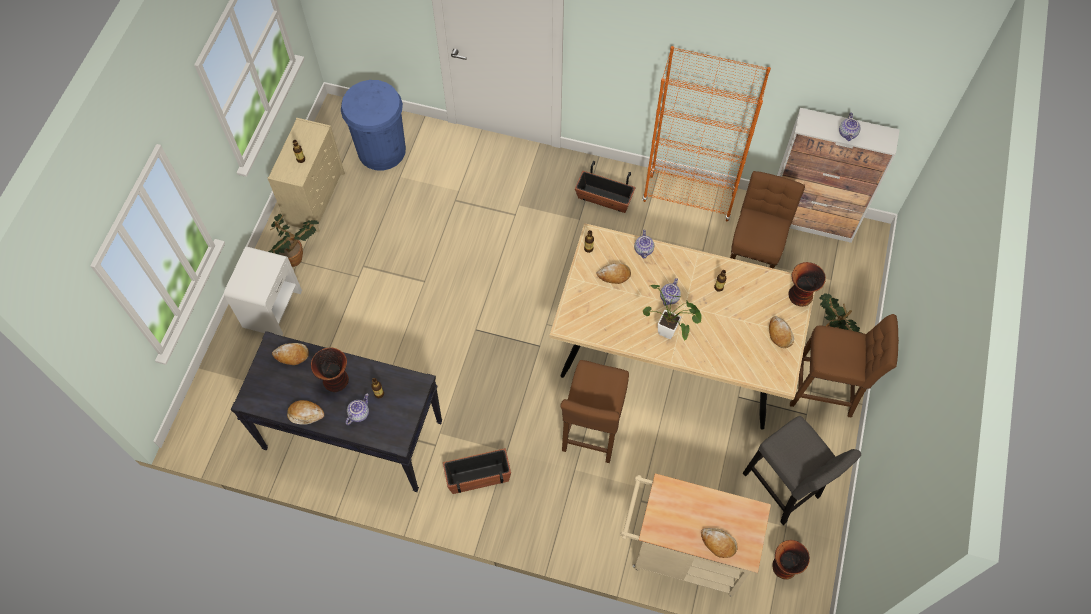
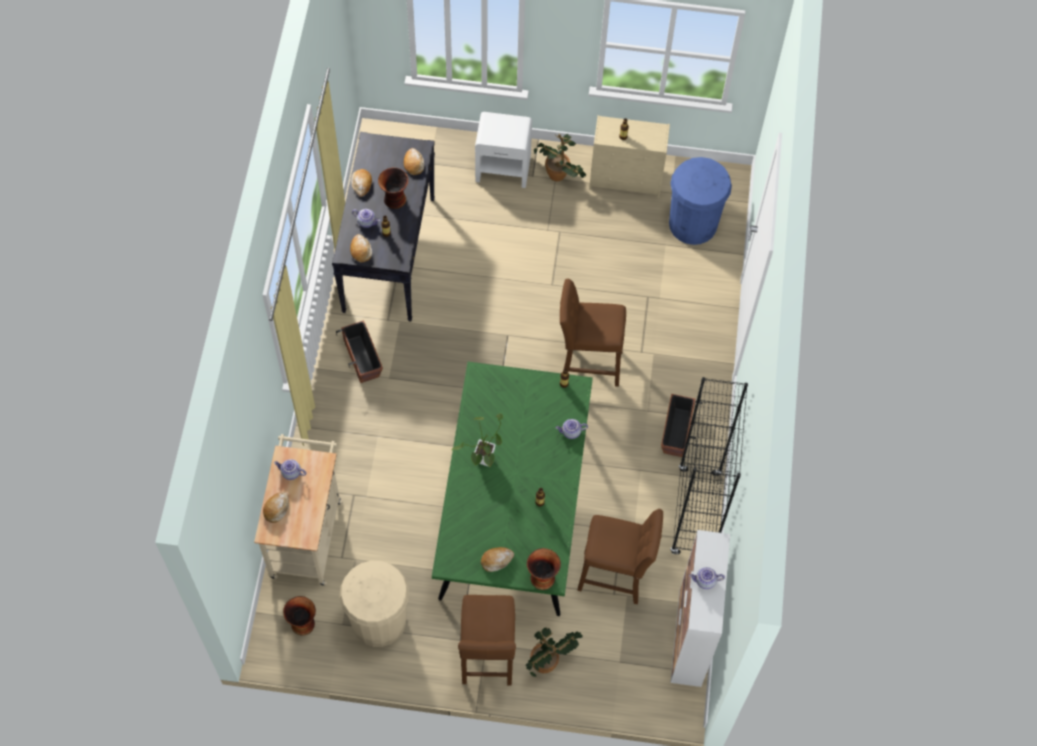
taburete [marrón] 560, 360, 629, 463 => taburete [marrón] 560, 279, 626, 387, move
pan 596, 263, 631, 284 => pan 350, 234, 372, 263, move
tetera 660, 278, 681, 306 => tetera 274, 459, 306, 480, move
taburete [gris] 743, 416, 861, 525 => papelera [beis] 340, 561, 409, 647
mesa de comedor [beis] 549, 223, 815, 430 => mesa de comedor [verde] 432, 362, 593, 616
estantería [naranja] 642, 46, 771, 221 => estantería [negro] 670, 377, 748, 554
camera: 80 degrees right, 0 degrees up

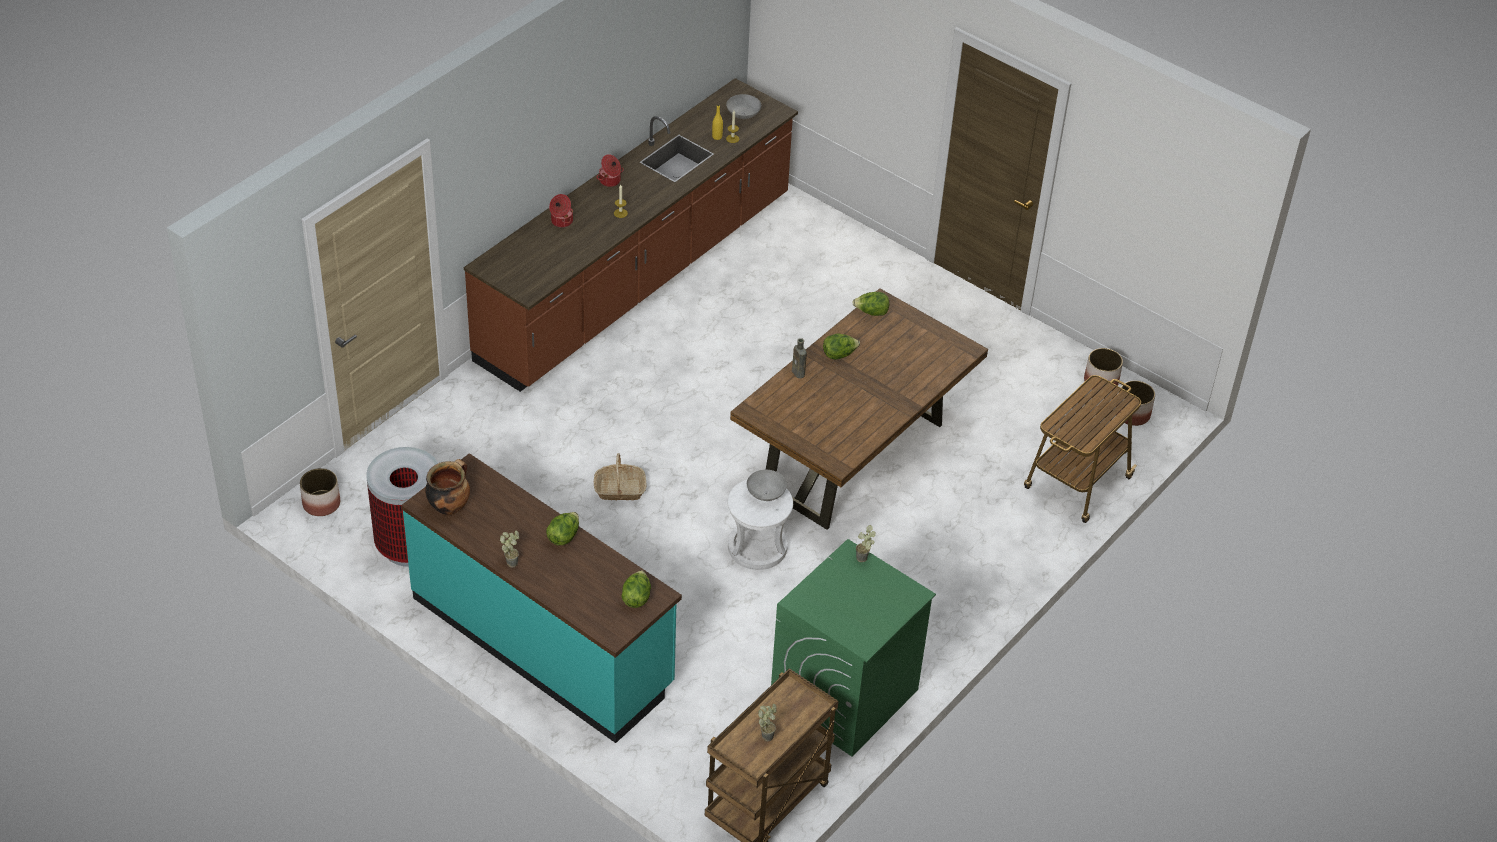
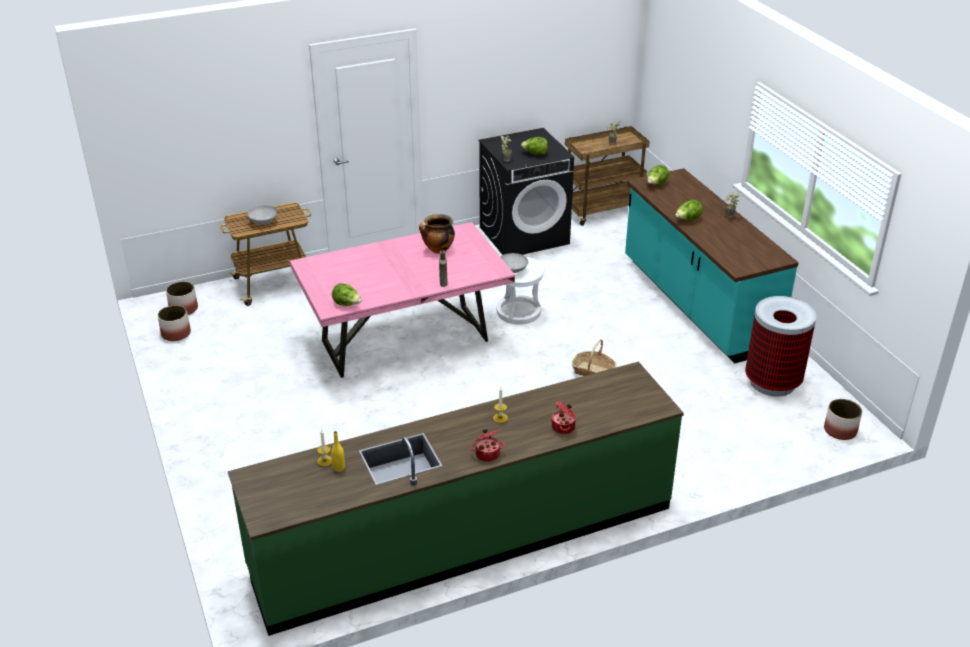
olla 425, 459, 470, 515 => olla 419, 214, 455, 254, move
cuenco [gris] 726, 94, 761, 119 => cuenco [gris] 248, 206, 278, 225, move
lechuga 823, 333, 860, 360 => lechuga 521, 137, 548, 155, move
mueble bajo de cocina [marrón] 464, 78, 798, 392 => mueble bajo de cocina [verde] 228, 361, 684, 636
mesa de comedor [marrón] 730, 288, 988, 530 => mesa de comedor [rosa] 290, 222, 515, 378
lavadora [verde] 771, 539, 936, 756 => lavadora [negro] 479, 128, 574, 255
camera: 150 degrees left, 10 degrees down

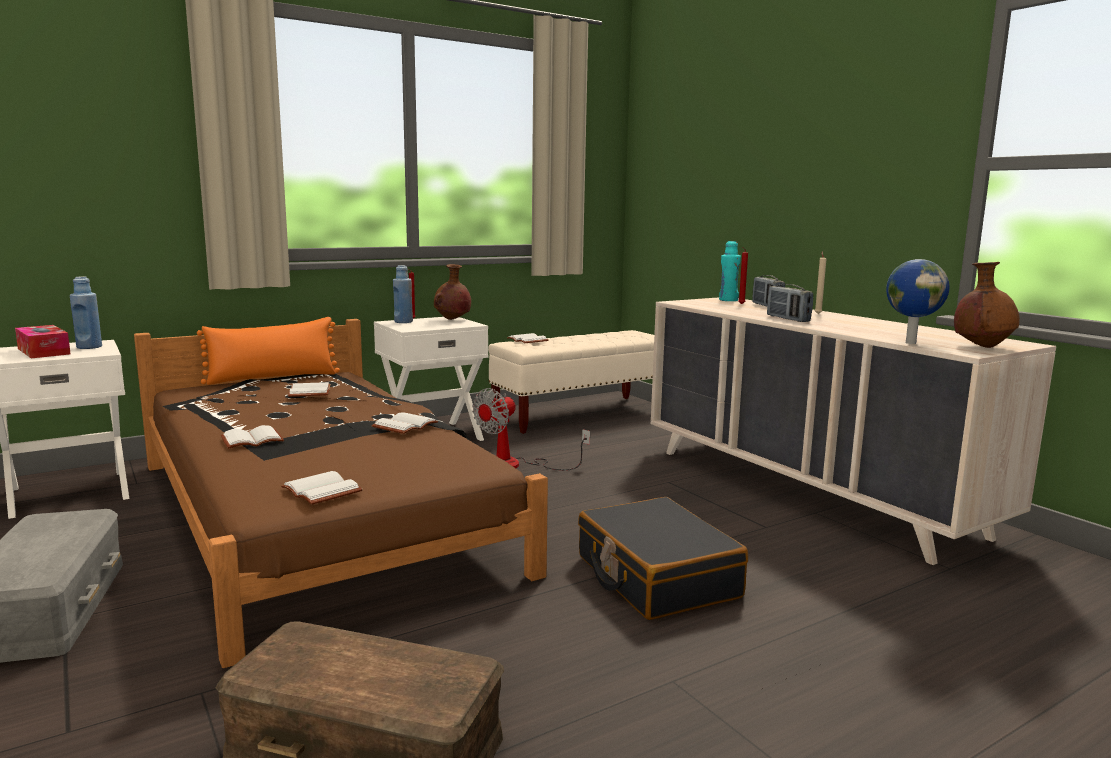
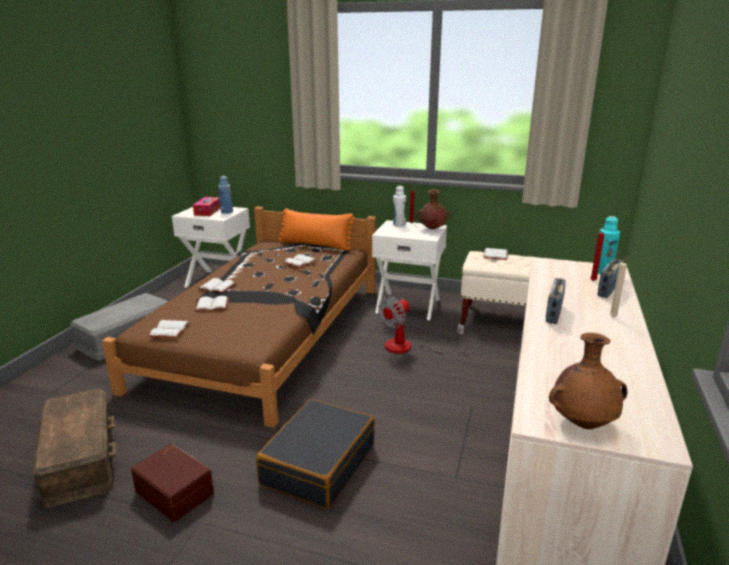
globo terráqueo 886, 259, 949, 344 => nothing
nothing => caja de almacenaje [marrón] 131, 443, 214, 522
libro [blanco] 372, 413, 438, 434 => libro [blanco] 195, 296, 229, 311, move
botella [azul] 393, 265, 413, 323 => botella [blanco] 393, 186, 406, 227
ventilador 472, 388, 590, 470 => ventilador 378, 296, 464, 353, 45 degrees counterclockwise
camera: 50 degrees right, 10 degrees up

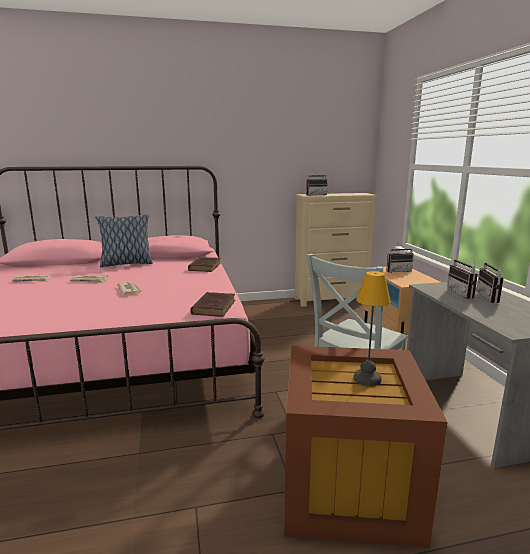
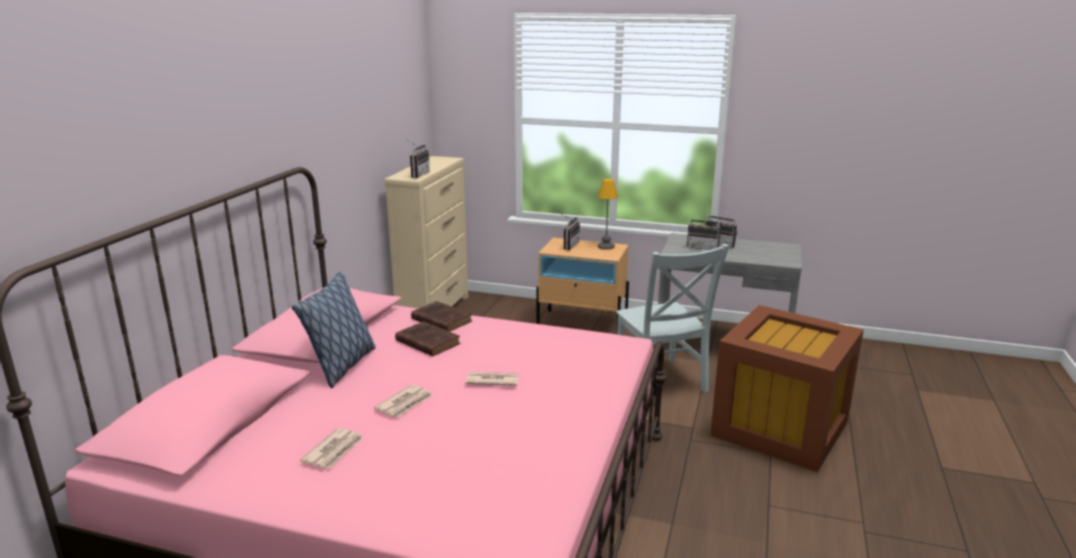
libro [marrón] 190, 292, 235, 317 => libro [marrón] 395, 321, 460, 356, move
lámpara de mesa 354, 271, 391, 386 => lámpara de mesa 598, 179, 618, 250, move
camera: 60 degrees left, 5 degrees up

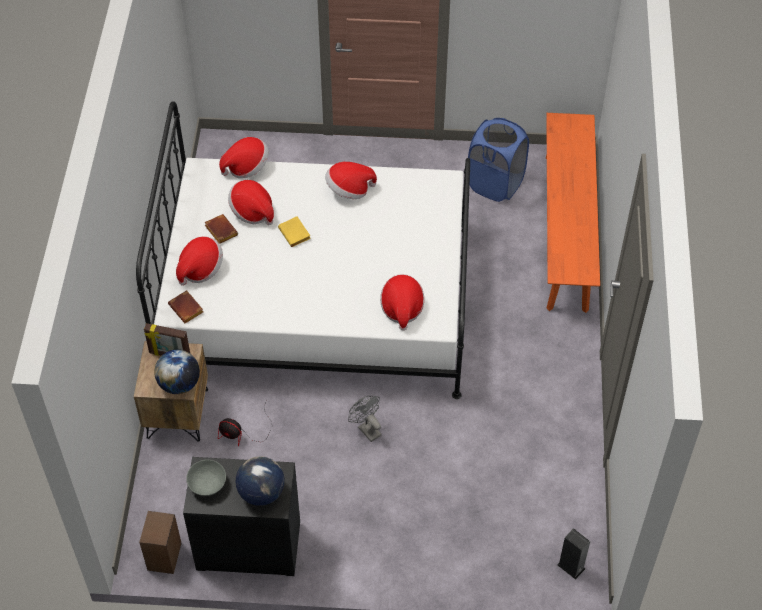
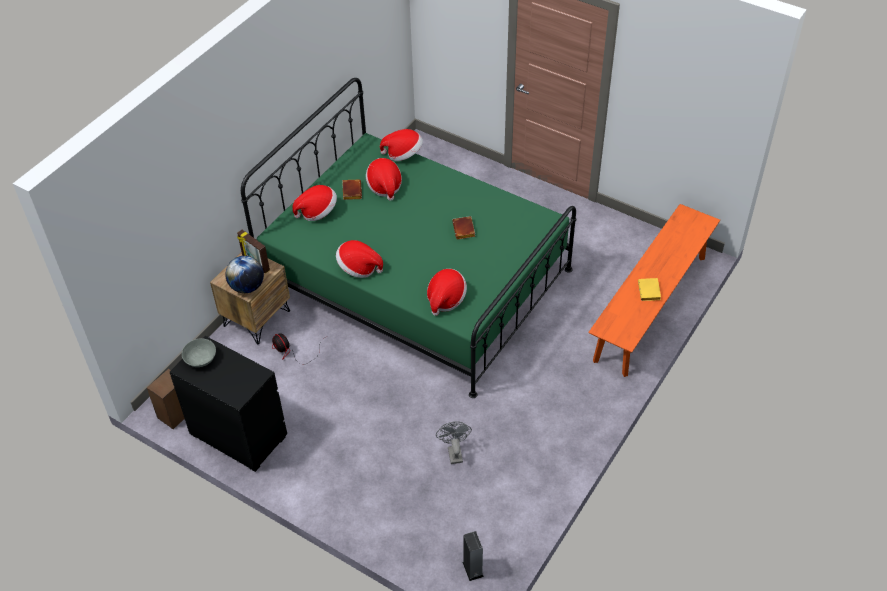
globo terráqueo 236, 456, 285, 506 => nothing
cesto de la ropa [azul] 468, 118, 529, 202 => nothing
libro [marrón] 168, 290, 203, 323 => libro [marrón] 452, 216, 475, 239, move
libro [amarillo] 278, 216, 311, 247 => libro [amarillo] 638, 278, 661, 301, move
sombrero 325, 162, 377, 199 => sombrero 336, 240, 383, 278, move
ventilador [gris] 348, 395, 382, 442 => ventilador [gris] 436, 421, 472, 464, move
cama [blanco] 136, 101, 470, 399 => cama [verde] 241, 78, 576, 398
camera: 30 degrees right, 5 degrees down

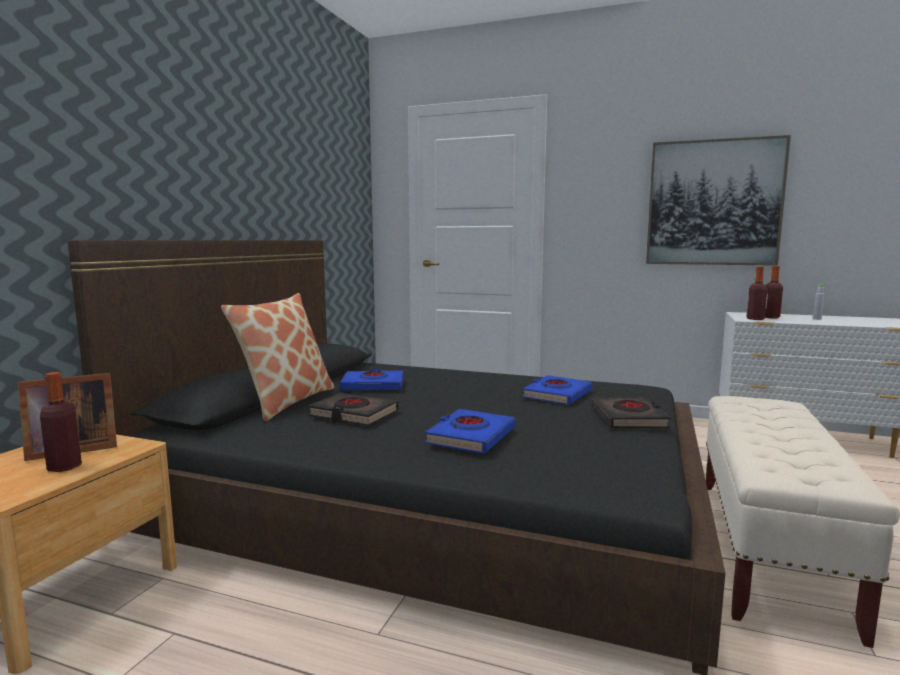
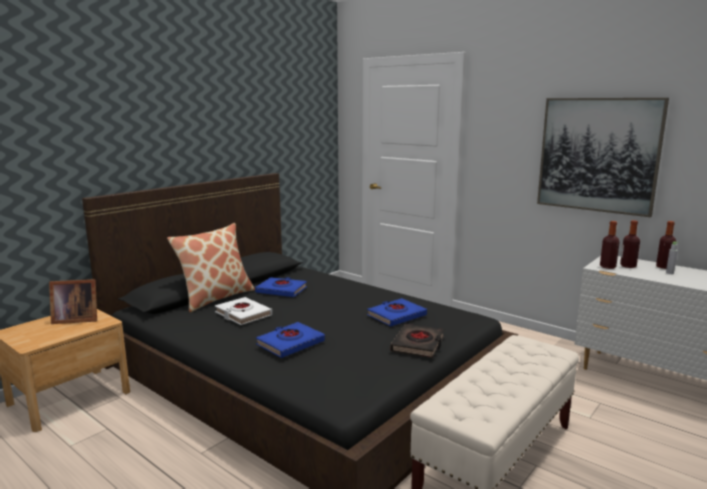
botella 40, 372, 82, 472 => botella 656, 221, 676, 269, move
libro [negro] 308, 393, 399, 426 => libro [blanco] 215, 297, 272, 325
camera: 20 degrees right, 5 degrees up

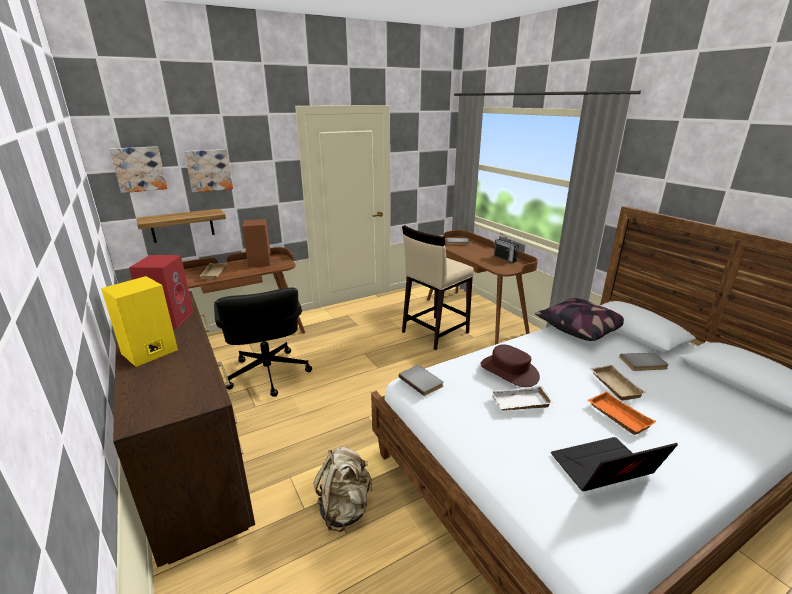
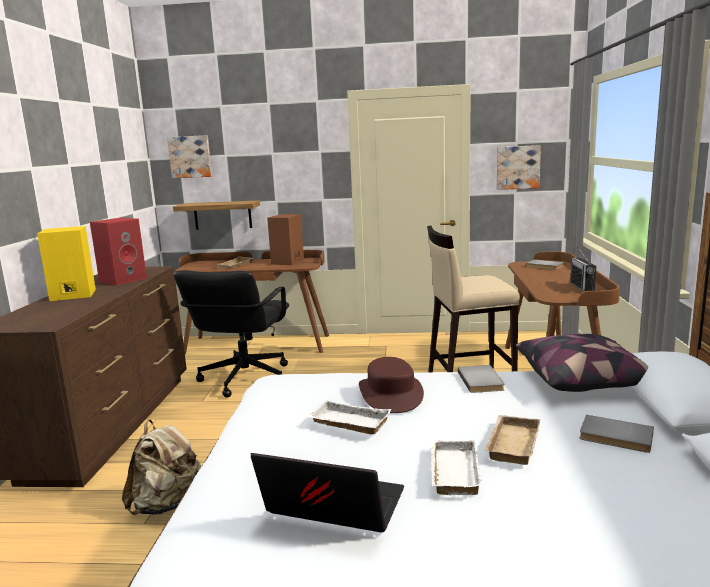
cuadro 184, 149, 233, 193 => cuadro 496, 145, 541, 190, move
libro [gris] 399, 365, 444, 396 => libro [gris] 458, 365, 505, 393, move
bandeja [naranja] 587, 391, 656, 435 => bandeja [blanco] 430, 440, 483, 495
camera: 35 degrees right, 10 degrees down

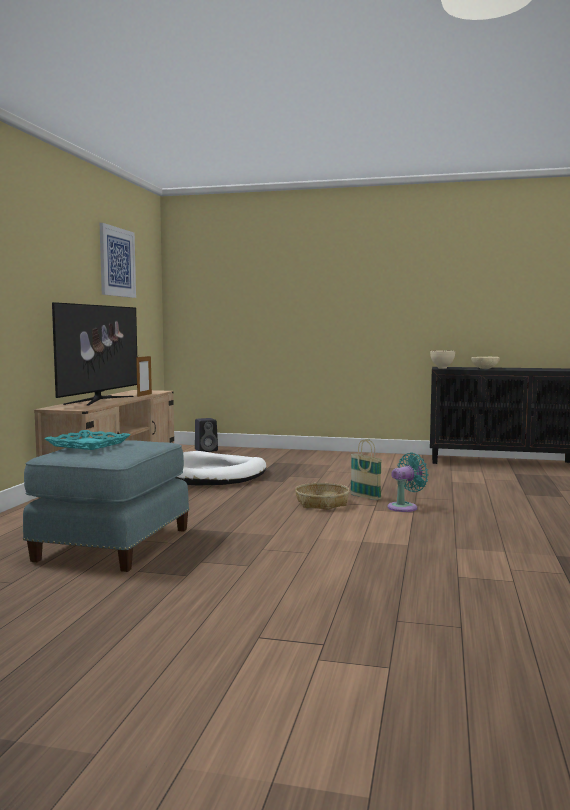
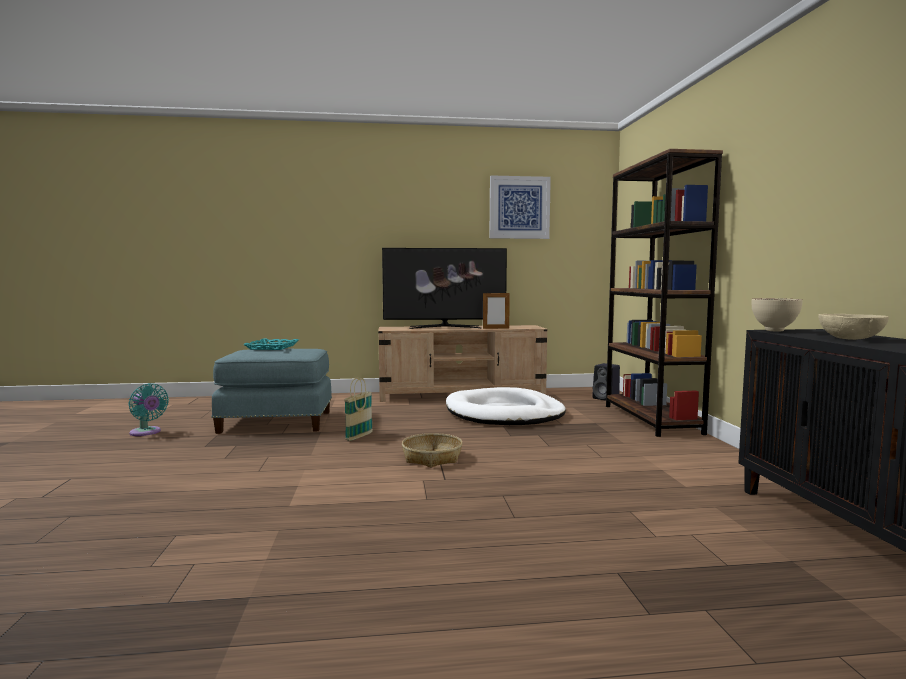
nothing => estantería [marrón] 606, 149, 723, 437
cesta 350, 439, 382, 500 => cesta 344, 378, 373, 441, move
ventilador [turquesa] 388, 453, 429, 512 => ventilador [turquesa] 128, 383, 169, 436, move
camera: 70 degrees right, 0 degrees up

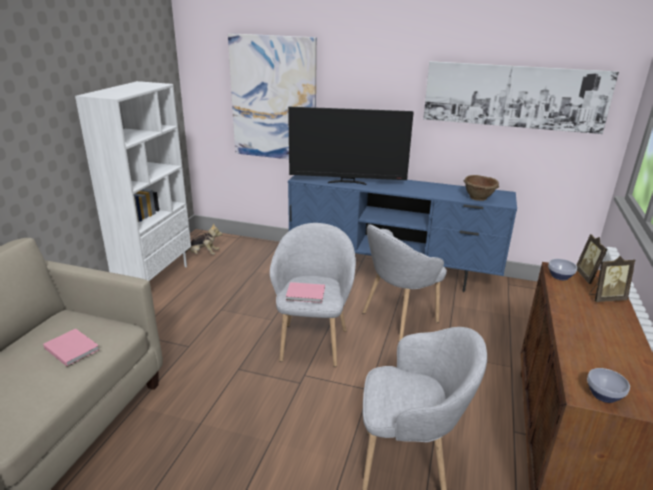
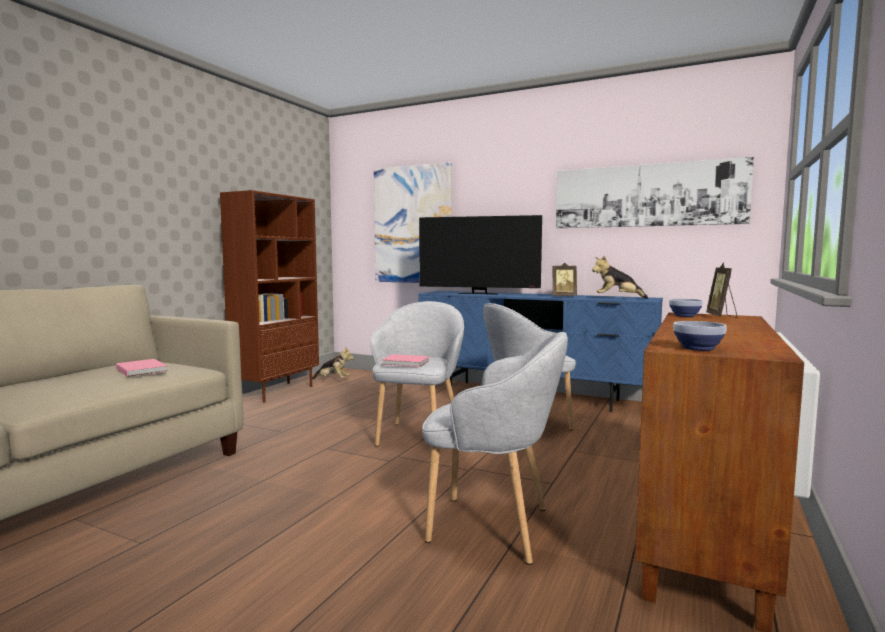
portarretratos 589, 256, 635, 302 => portarretratos 553, 263, 577, 296, move
cuenco [marrón] 464, 175, 499, 201 => peluche 592, 256, 649, 299
estantería [blanco] 75, 81, 191, 281 => estantería [marrón] 220, 190, 319, 403
camera: 10 degrees right, 20 degrees down

